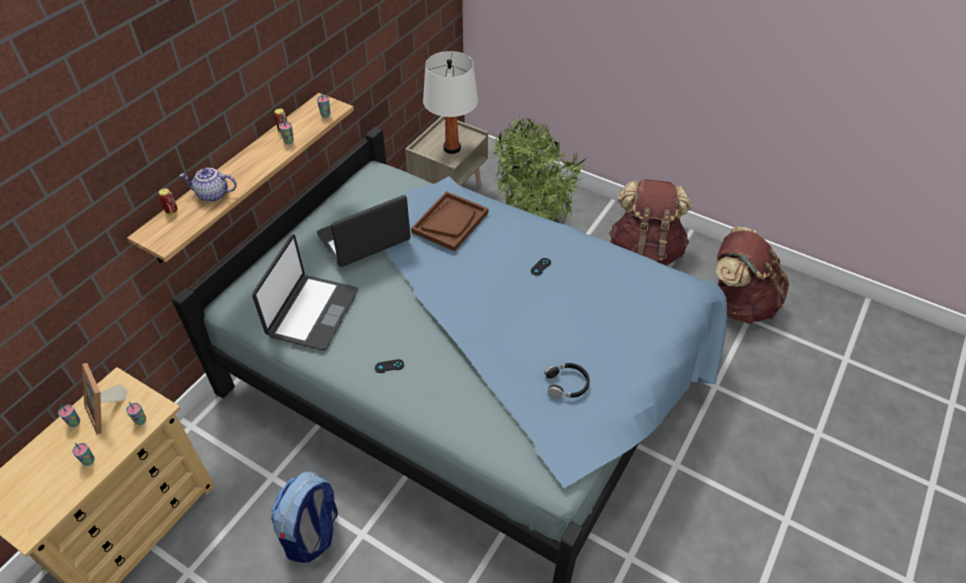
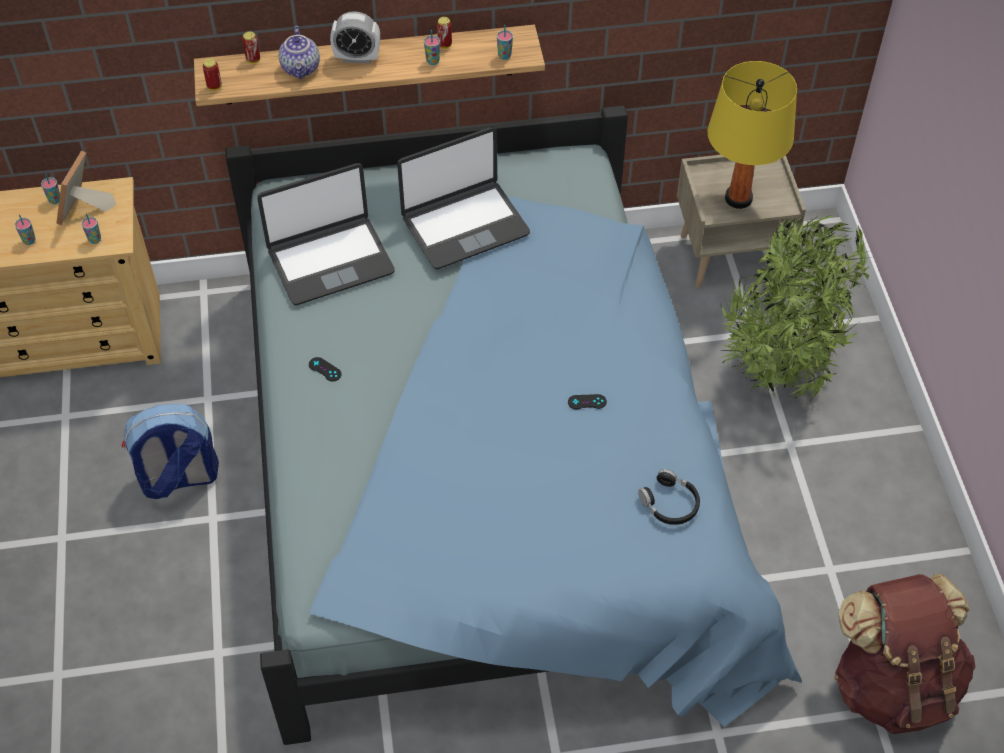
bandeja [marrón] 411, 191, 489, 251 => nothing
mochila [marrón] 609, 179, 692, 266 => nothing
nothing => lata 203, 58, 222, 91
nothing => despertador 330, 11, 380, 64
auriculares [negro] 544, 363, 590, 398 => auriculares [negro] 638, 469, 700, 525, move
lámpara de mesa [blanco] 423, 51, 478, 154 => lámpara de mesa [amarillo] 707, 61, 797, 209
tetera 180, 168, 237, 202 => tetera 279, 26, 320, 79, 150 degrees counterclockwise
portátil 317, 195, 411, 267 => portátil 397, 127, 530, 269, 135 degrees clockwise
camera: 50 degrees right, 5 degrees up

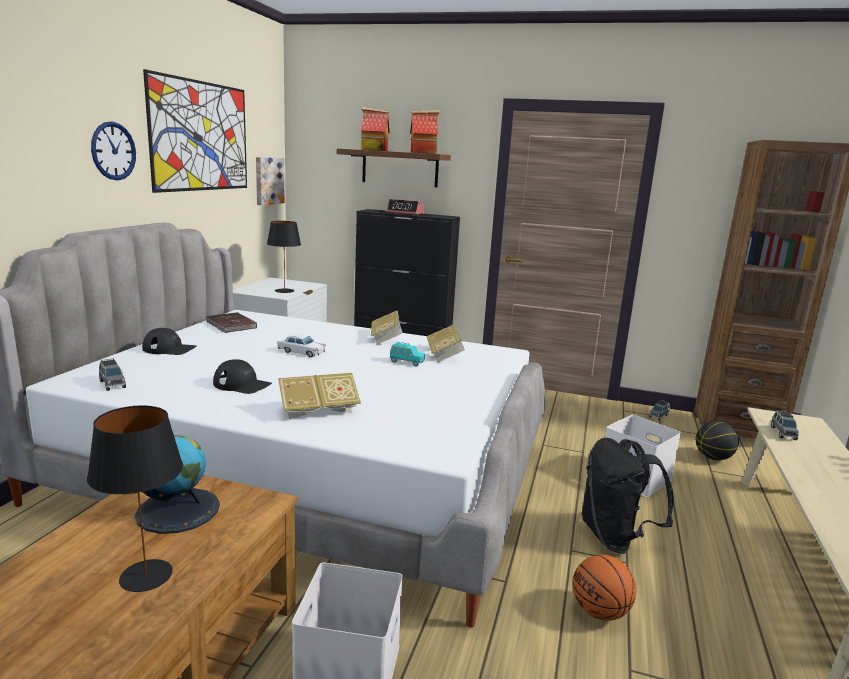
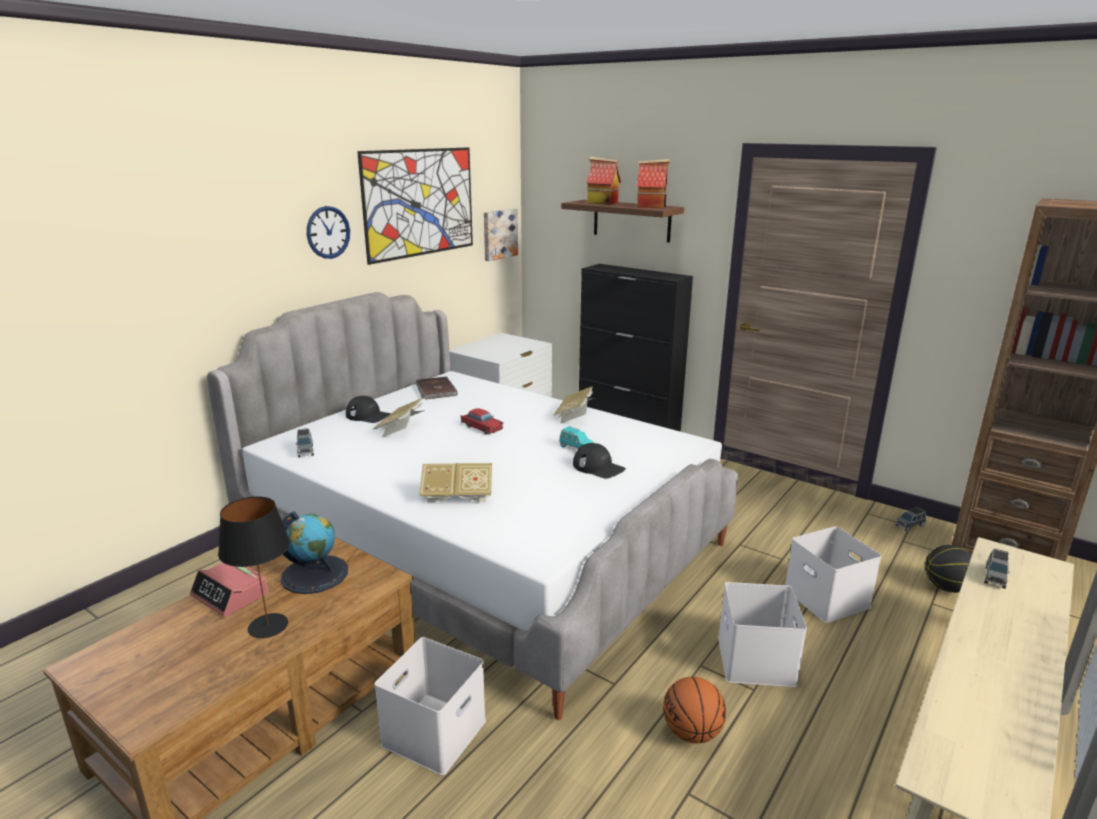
lámpara de mesa [negro] 267, 221, 301, 293 => nothing
gorra [negro] 213, 359, 272, 394 => gorra [negro] 573, 443, 626, 478, move
despertador 386, 199, 424, 215 => despertador 190, 563, 269, 617, move
libro 427, 324, 465, 362 => libro 373, 398, 425, 437, move
mochila [negro] 582, 438, 674, 554 => caja de almacenaje [blanco] 718, 582, 807, 687
coche de juguete [blanco] 277, 333, 326, 357 => coche de juguete [rojo] 461, 408, 504, 435
camera: 20 degrees right, 5 degrees up

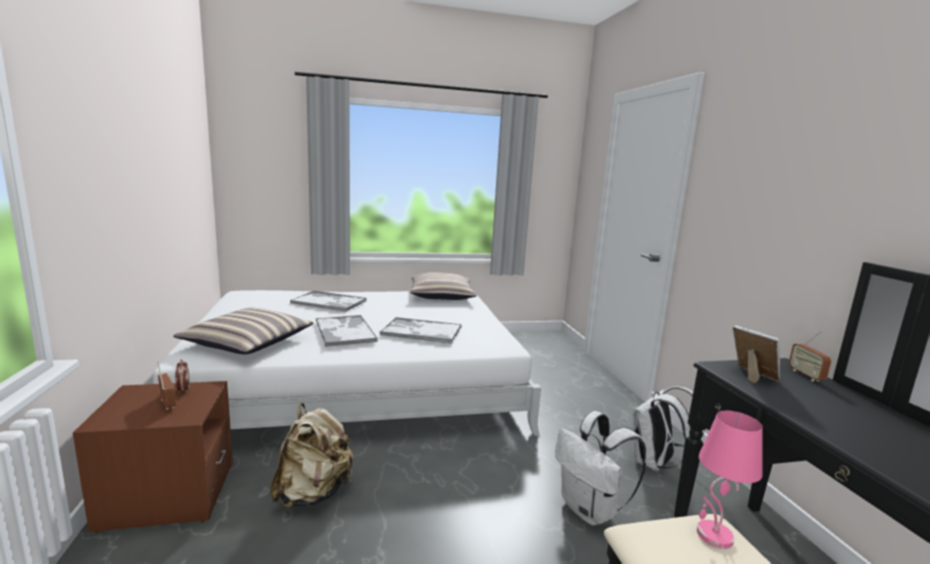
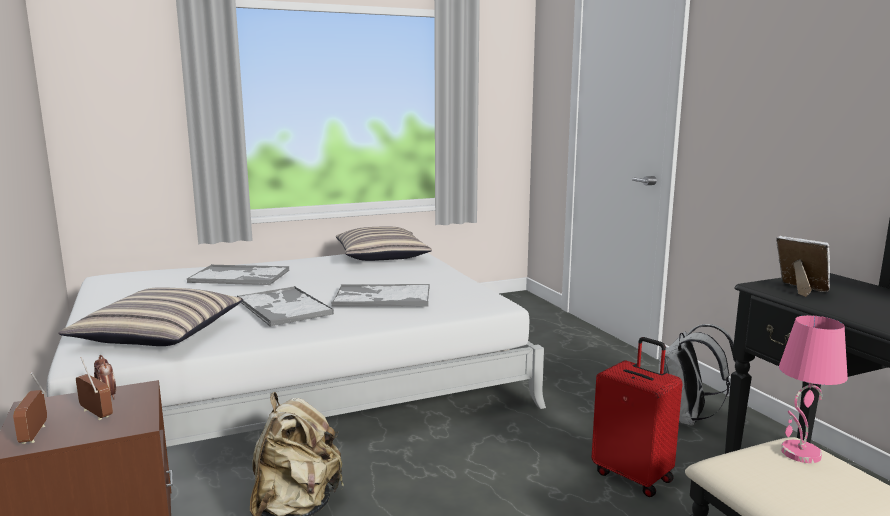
radio 789, 330, 831, 382 => radio 13, 372, 47, 444, move
mochila [blanco] 555, 411, 646, 526 => maleta [rojo] 591, 337, 683, 497
camera: 10 degrees left, 0 degrees up

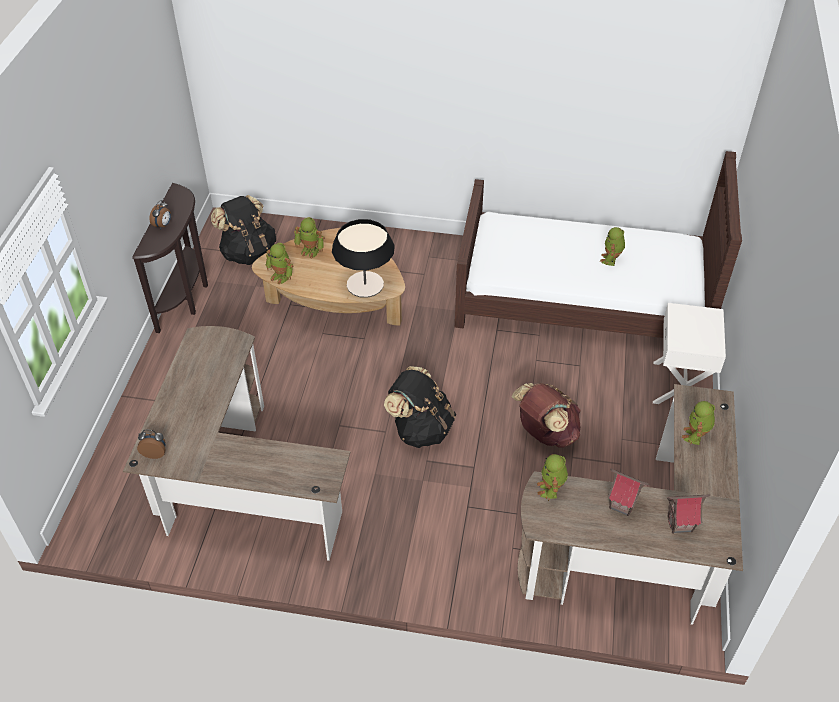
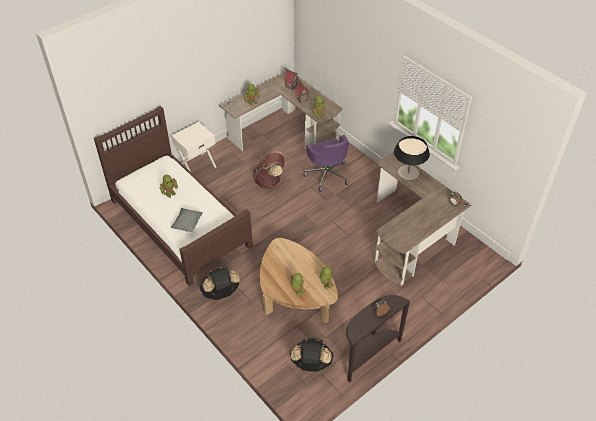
nothing => cojín [gris] 171, 208, 203, 232
nothing => silla de oficina [morado] 303, 135, 349, 192
lámpara de mesa 332, 219, 395, 298 => lámpara de mesa 394, 136, 430, 180, move
mochila [negro] 384, 366, 456, 448 => mochila [negro] 200, 267, 240, 300, move
camera: 140 degrees left, 0 degrees up

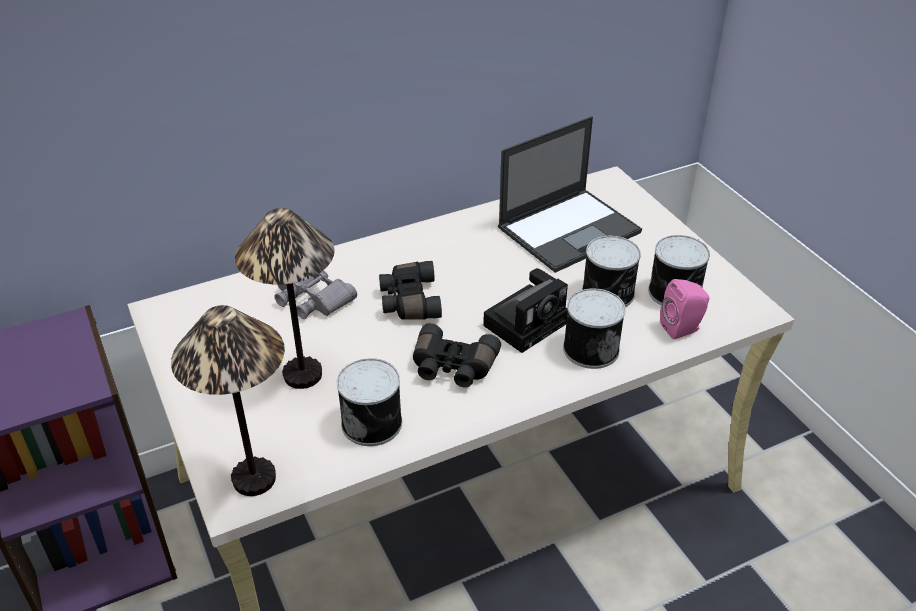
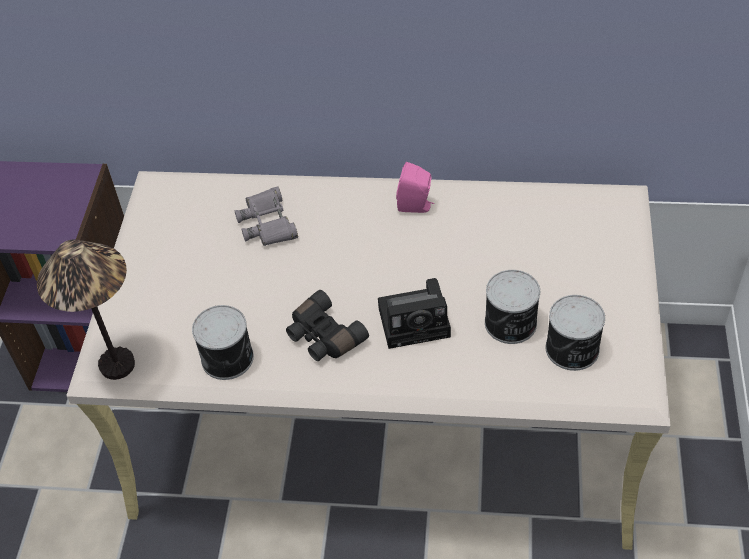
lámpara de mesa 235, 208, 335, 389 => nothing
prismáticos [negro] 379, 261, 442, 320 => nothing
portátil 498, 116, 642, 273 => nothing
lata 563, 288, 626, 369 => nothing
altavoz [rosa] 660, 279, 709, 339 => altavoz [rosa] 396, 162, 434, 213, move
camera: 35 degrees right, 10 degrees up

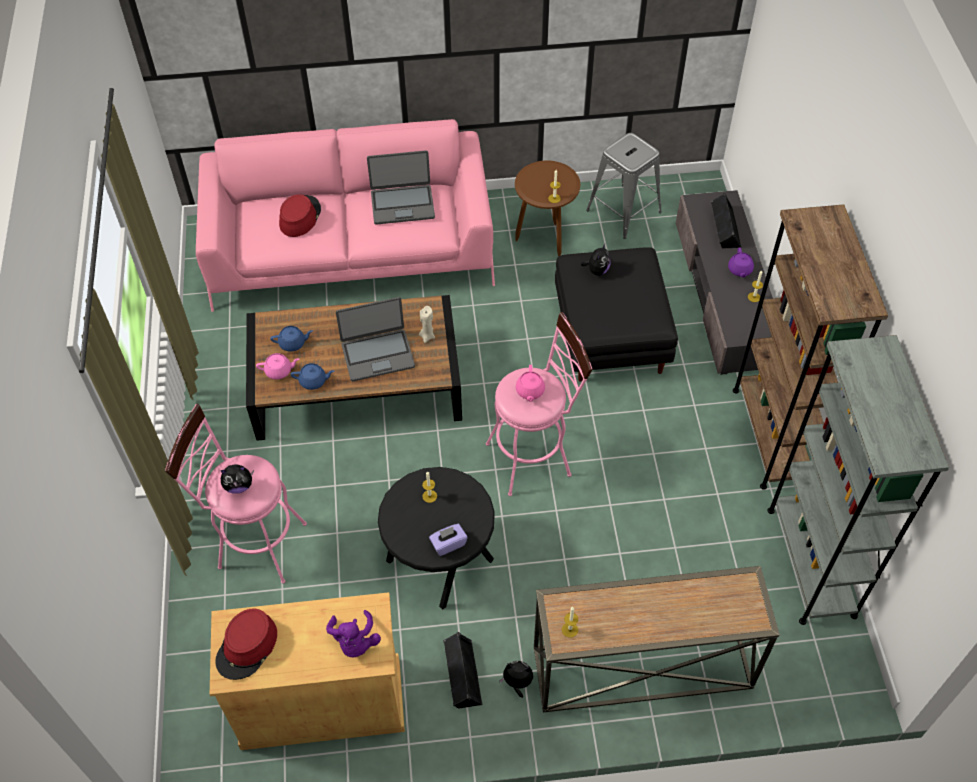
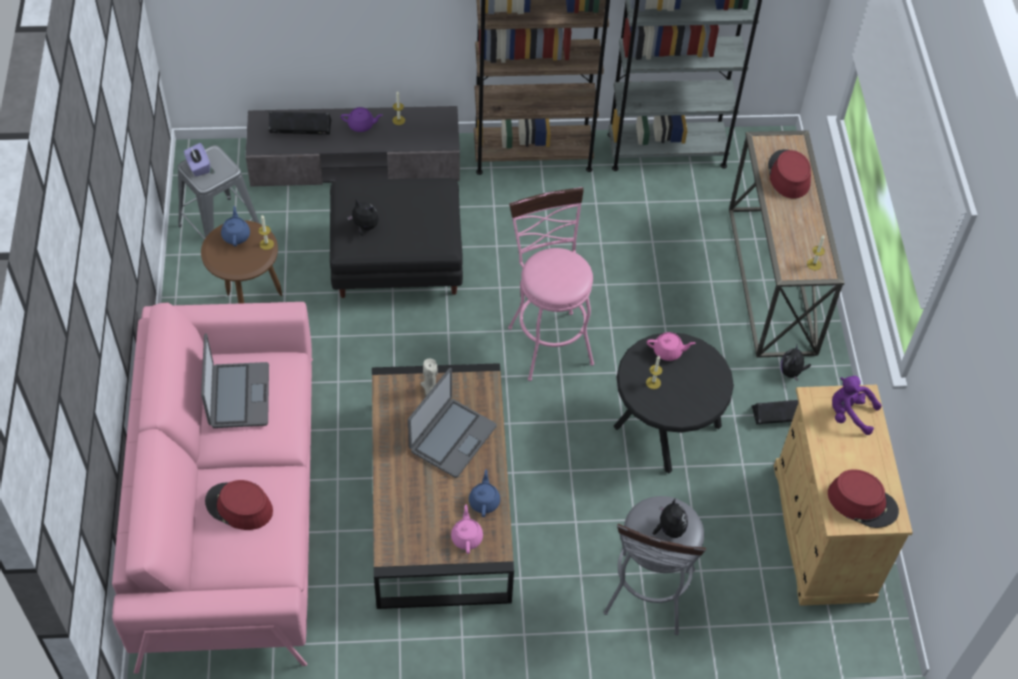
nothing => sombrero [rojo] 768, 149, 811, 199
tetera [azul] 270, 326, 313, 352 => tetera [azul] 221, 206, 250, 246, move
caja de pañuelos [morado] 429, 524, 468, 556 => caja de pañuelos [morado] 184, 143, 210, 176, move
tetera [rosa] 516, 365, 545, 401 => tetera [rosa] 647, 332, 695, 361, move
taburete [rosa] 165, 404, 307, 584 => taburete [gris] 603, 496, 706, 635
peluche [morado] 326, 610, 381, 657 => peluche [morado] 832, 376, 882, 435, 150 degrees counterclockwise
portátil 336, 297, 415, 382 => portátil 408, 368, 497, 478, 45 degrees clockwise
camera: 90 degrees left, 0 degrees up

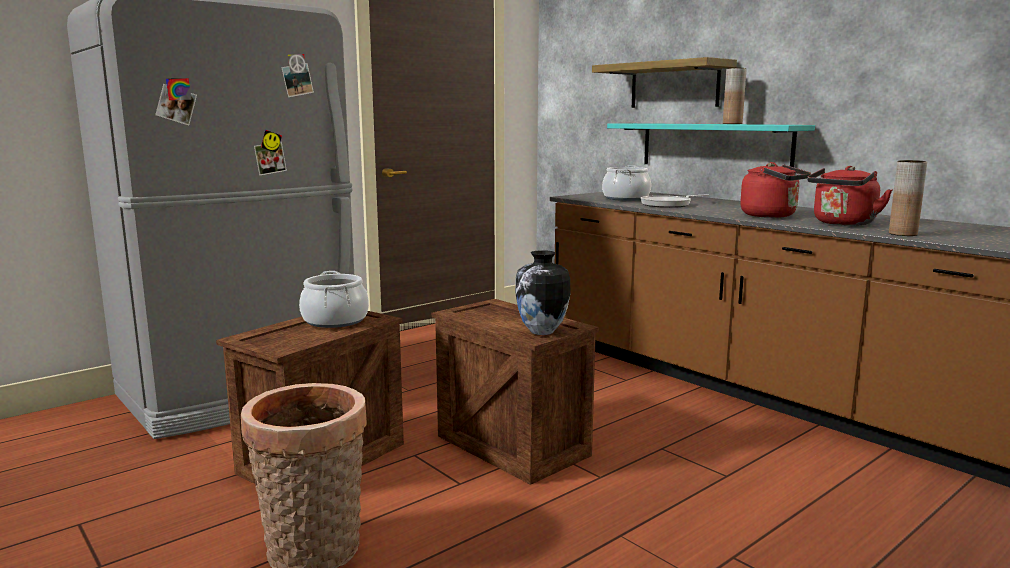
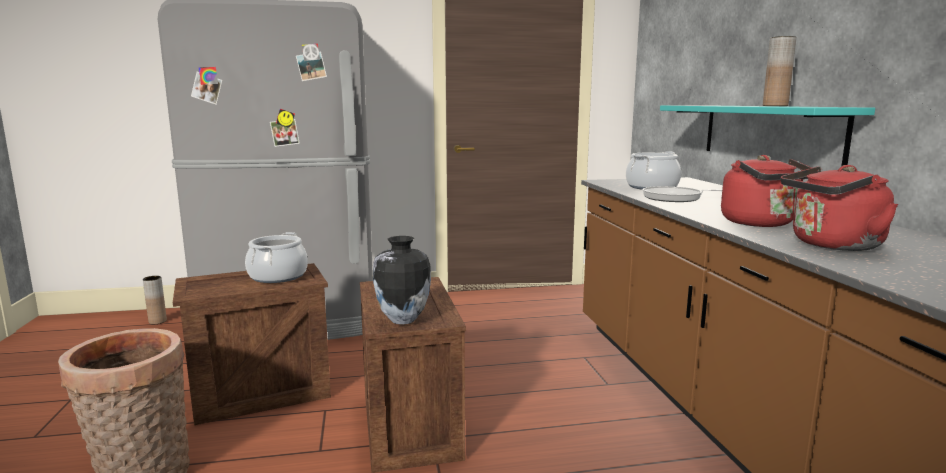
estante 592, 57, 737, 108 => nothing
florero [marrón] 889, 160, 927, 236 => florero [marrón] 143, 276, 167, 324, move
camera: 30 degrees right, 0 degrees up

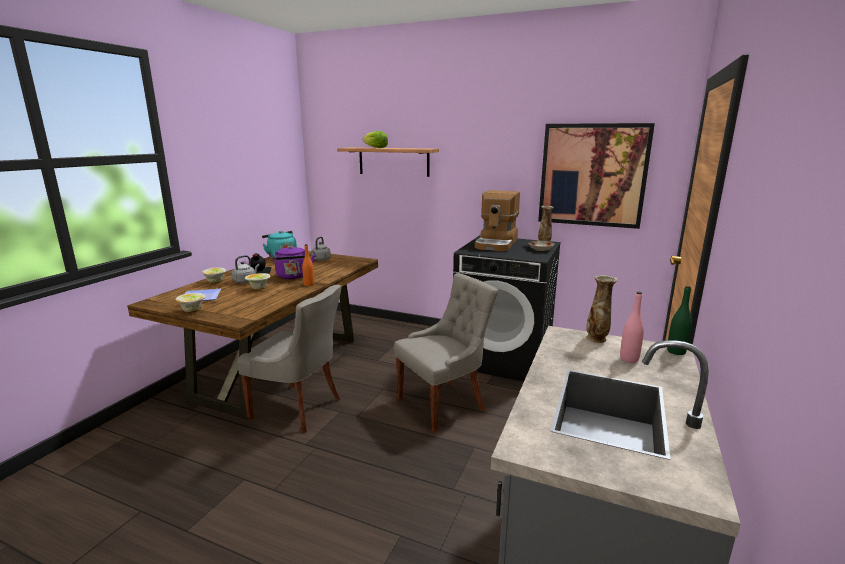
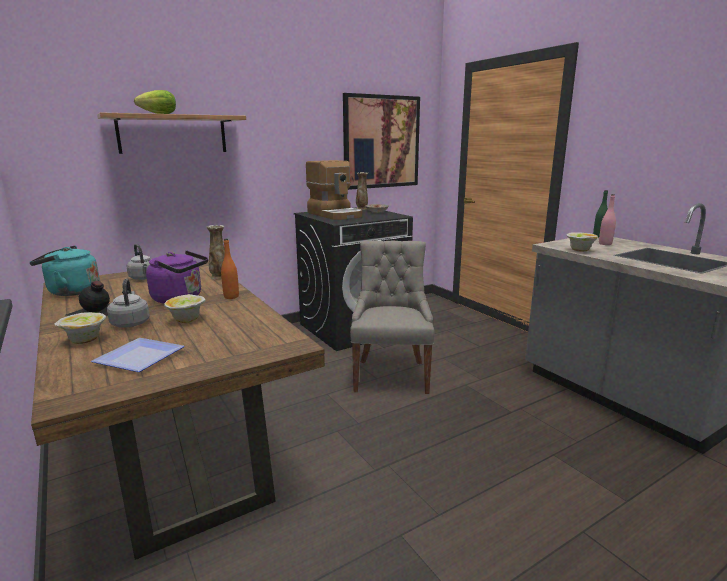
silla [gris] 237, 285, 342, 433 => nothing
cuenco 176, 293, 206, 313 => cuenco 567, 232, 598, 252, move
florero 586, 274, 618, 343 => florero 207, 225, 225, 279, move
camera: 55 degrees left, 0 degrees up

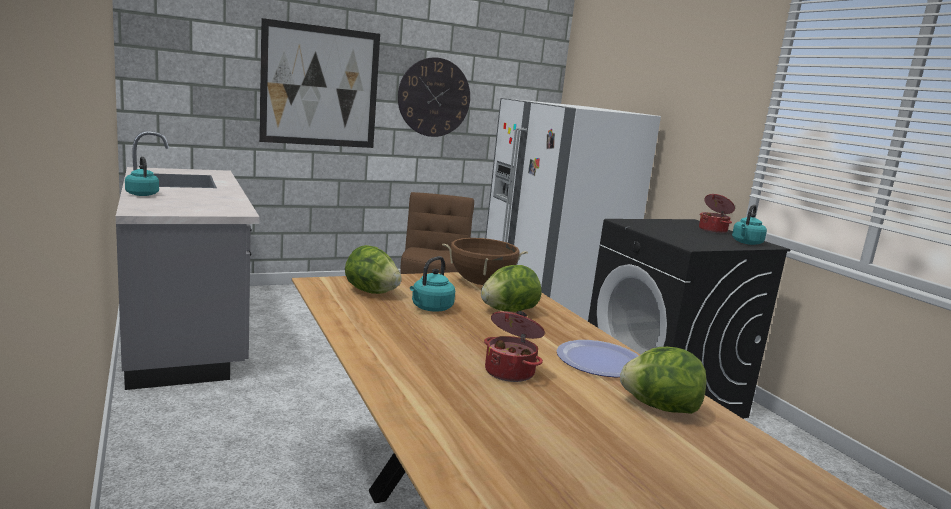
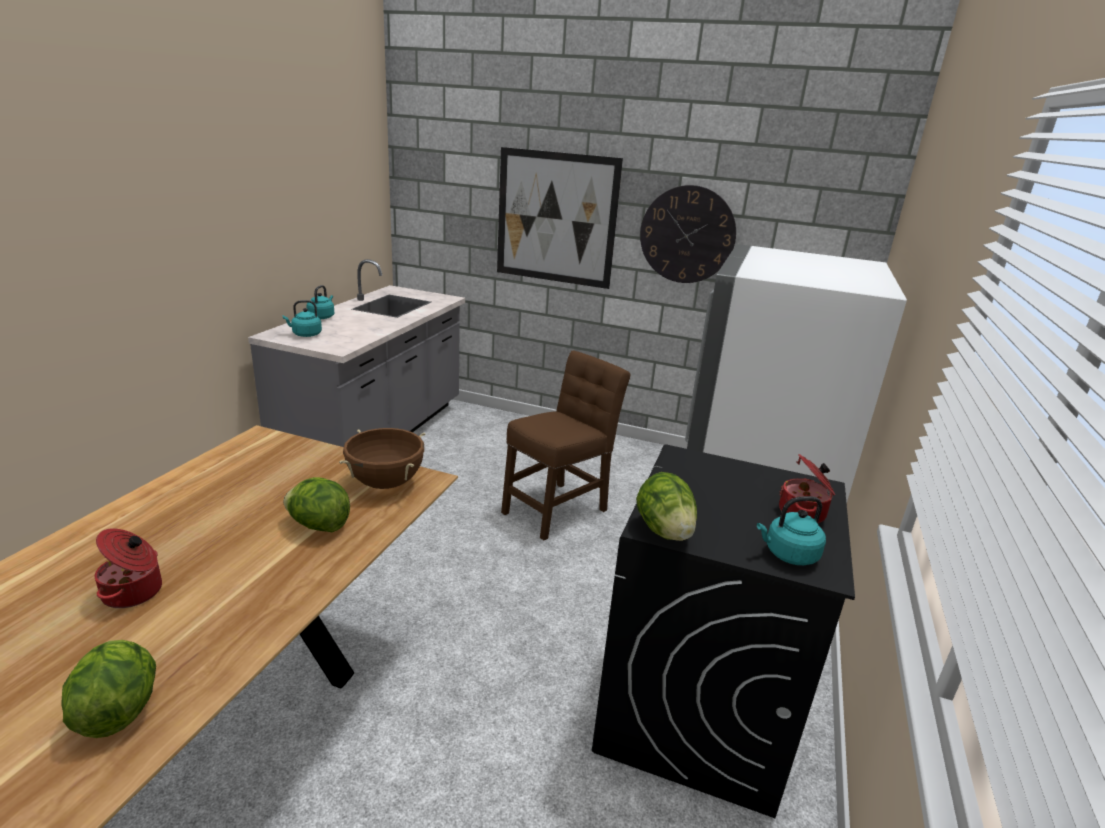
plato 557, 340, 639, 377 => nothing
lechuga 345, 245, 402, 294 => lechuga 636, 472, 697, 541, move
hervidor [turquesa] 410, 256, 455, 312 => hervidor [turquesa] 282, 300, 322, 337, move
camera: 45 degrees right, 10 degrees up

